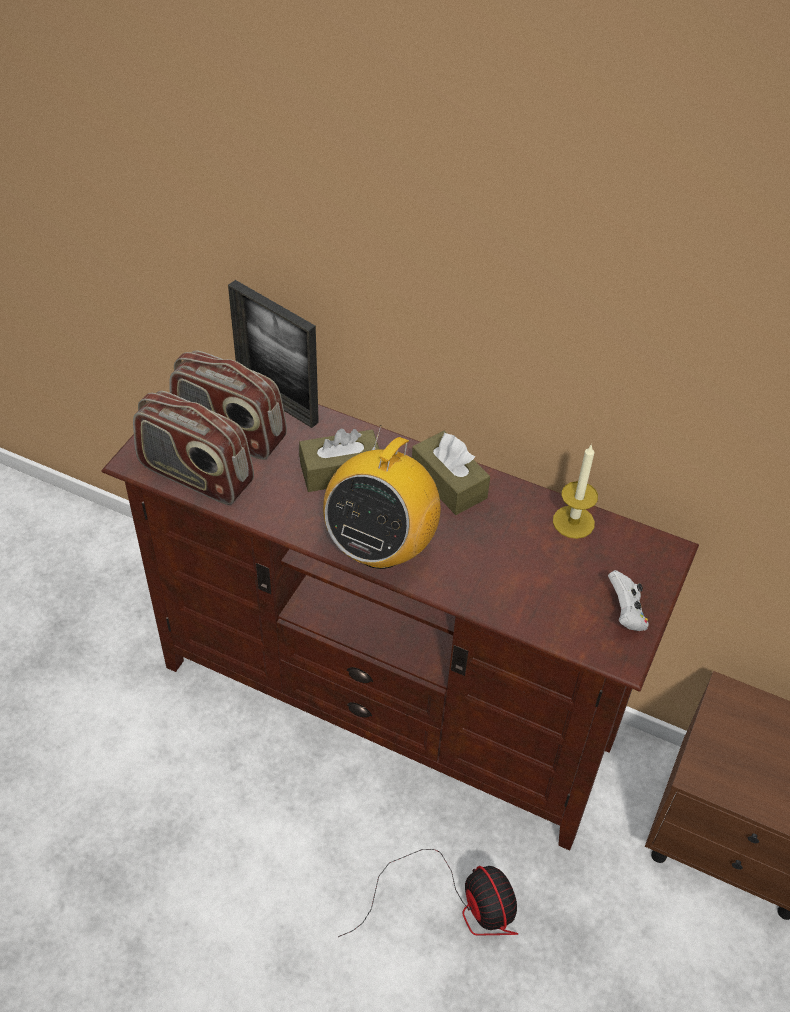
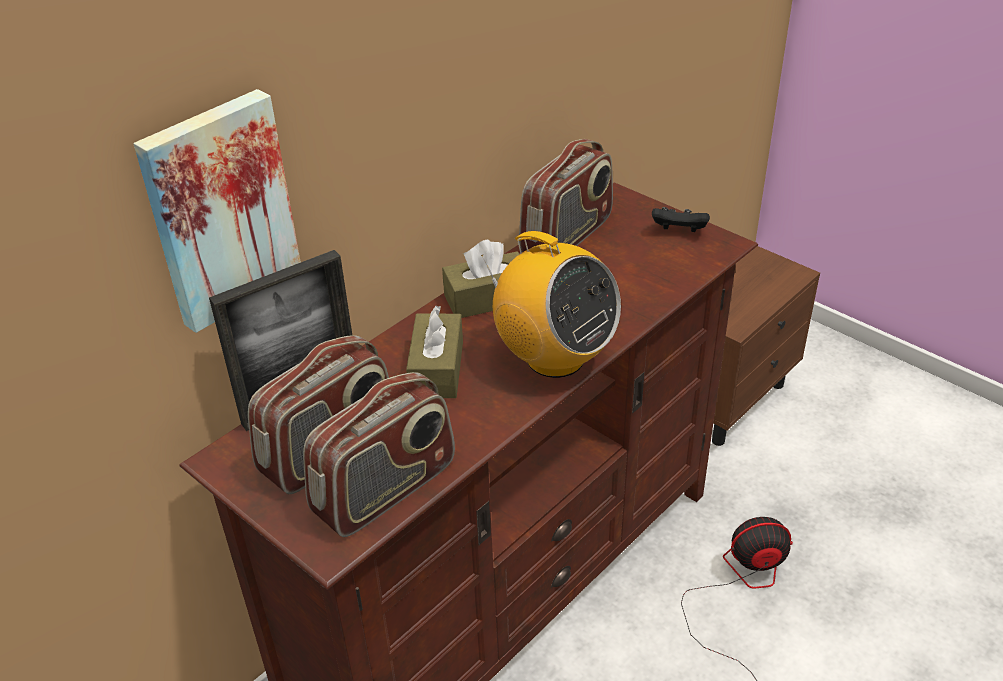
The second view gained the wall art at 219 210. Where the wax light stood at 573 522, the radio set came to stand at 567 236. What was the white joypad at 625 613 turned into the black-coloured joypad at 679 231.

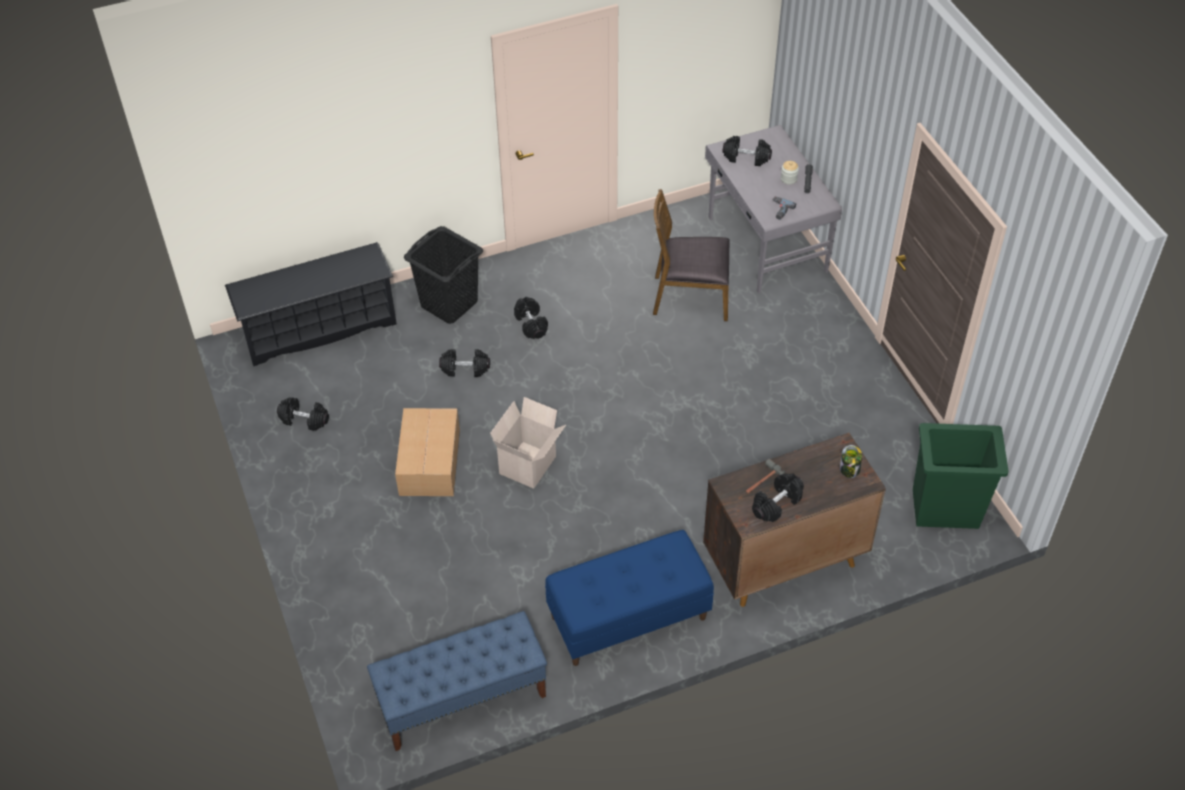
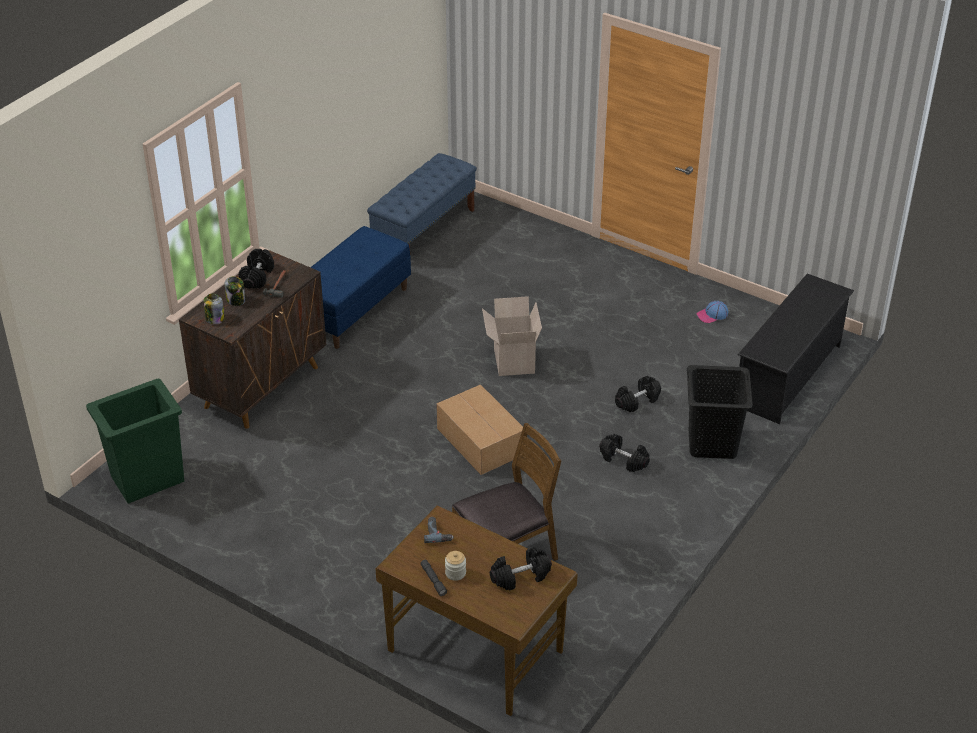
The second view gained the jar at 236 300. What was the greyish desk at 766 245 turned into the brown-coloured desk at 475 649. The packing box ended up elsewhere, having gone from 429 463 to 480 440. Where the black-coloured dumbbell stood at 304 419, the peaked cap came to stand at 712 315.

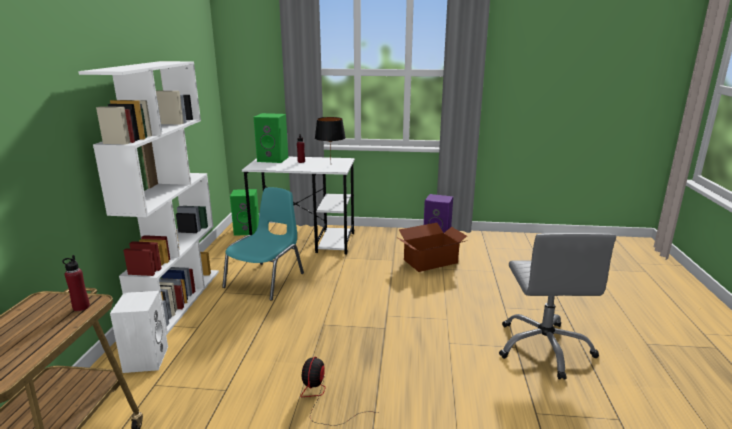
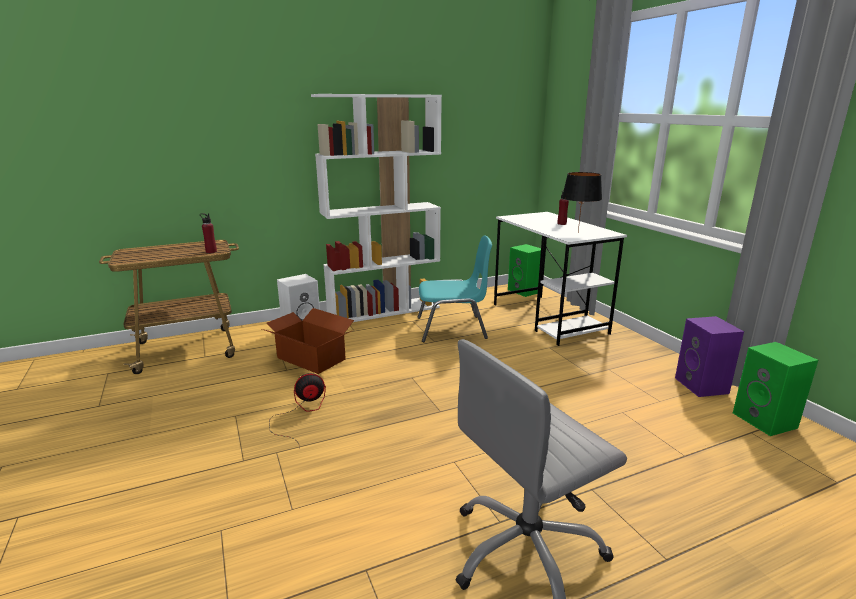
The packing box ended up elsewhere, having gone from 430 261 to 311 358. The green-coloured audio speaker ended up elsewhere, having gone from 273 159 to 766 421.

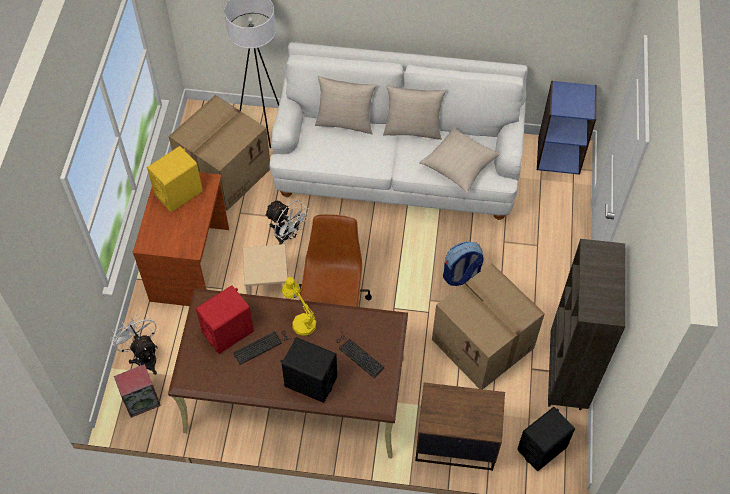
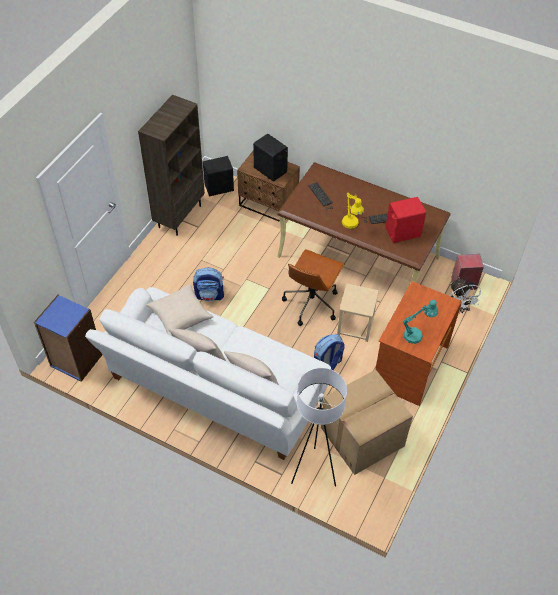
The black-coloured audio speaker ended up elsewhere, having gone from 310 382 to 270 170. Where the white electric fan stood at 287 236, the knapsack came to stand at 327 363. Where the yellow-coloured audio speaker stood at 179 193, the blue-green tabletop lamp came to stand at 416 334. The second view lost the packing box at 484 344.

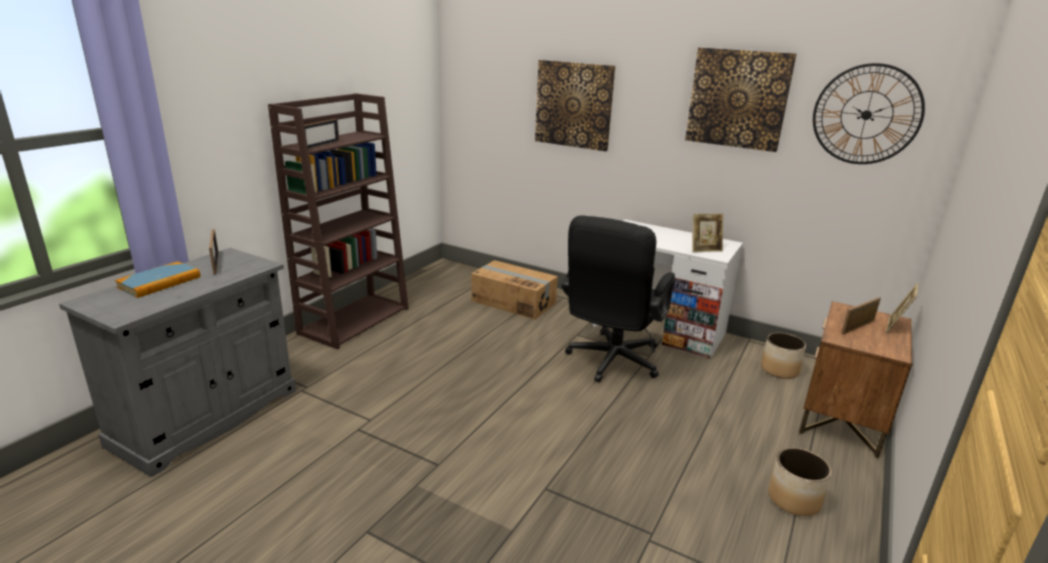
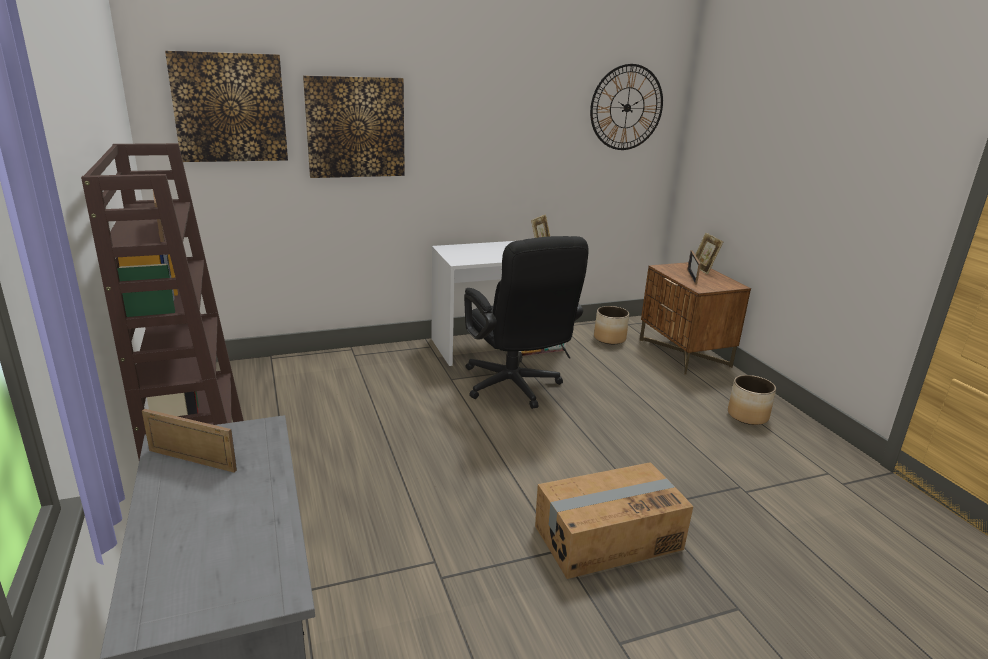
The wall art ended up elsewhere, having gone from 738 99 to 230 108. The packing box ended up elsewhere, having gone from 513 302 to 607 537. The second view lost the bound book at 159 282.

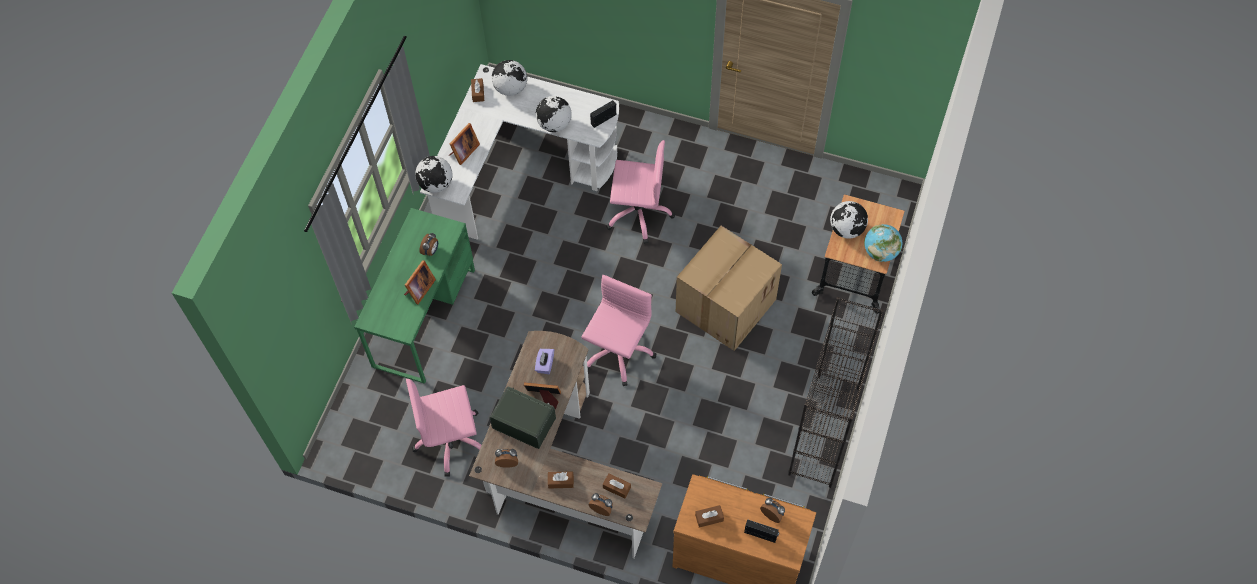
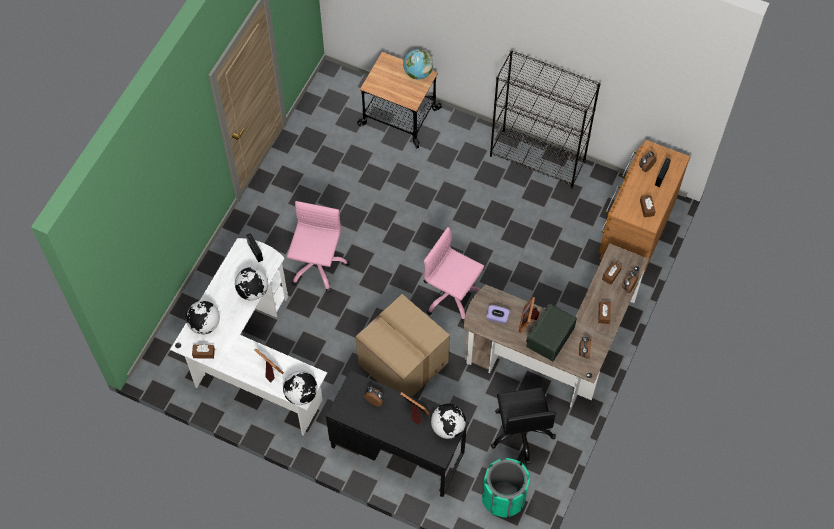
What was the green-coloured desk at 424 317 turned into the black-coloured desk at 397 449. The packing box ended up elsewhere, having gone from 725 304 to 401 363. The world globe ended up elsewhere, having gone from 846 229 to 448 427. The second view gained the green-coloured rubbish bin at 504 497. What was the pinkish desk chair at 451 440 turned into the black-coloured desk chair at 521 433.

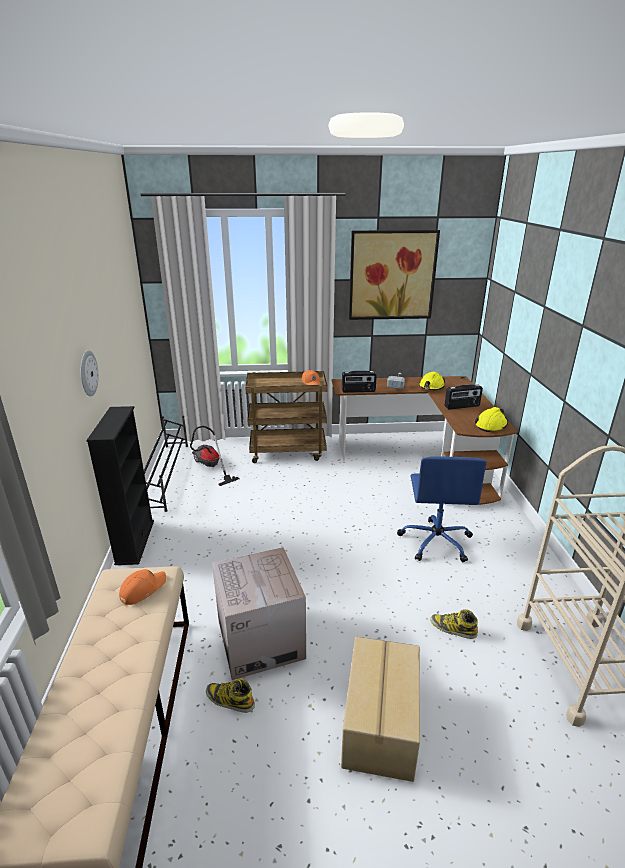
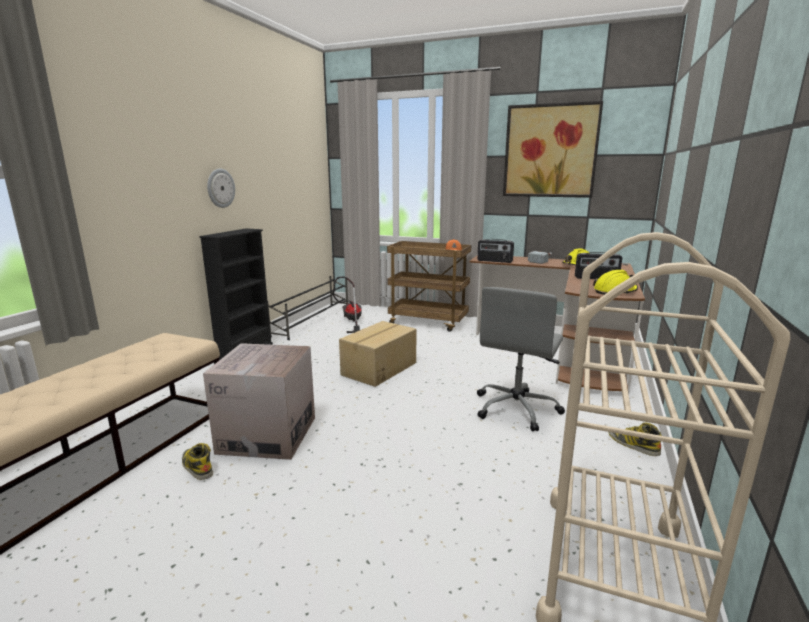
The packing box ended up elsewhere, having gone from 379 722 to 378 369. What was the bluish desk chair at 436 541 turned into the greyish desk chair at 516 408. The high-top boot ended up elsewhere, having gone from 453 628 to 633 444. The second view lost the orange peaked cap at 142 589.

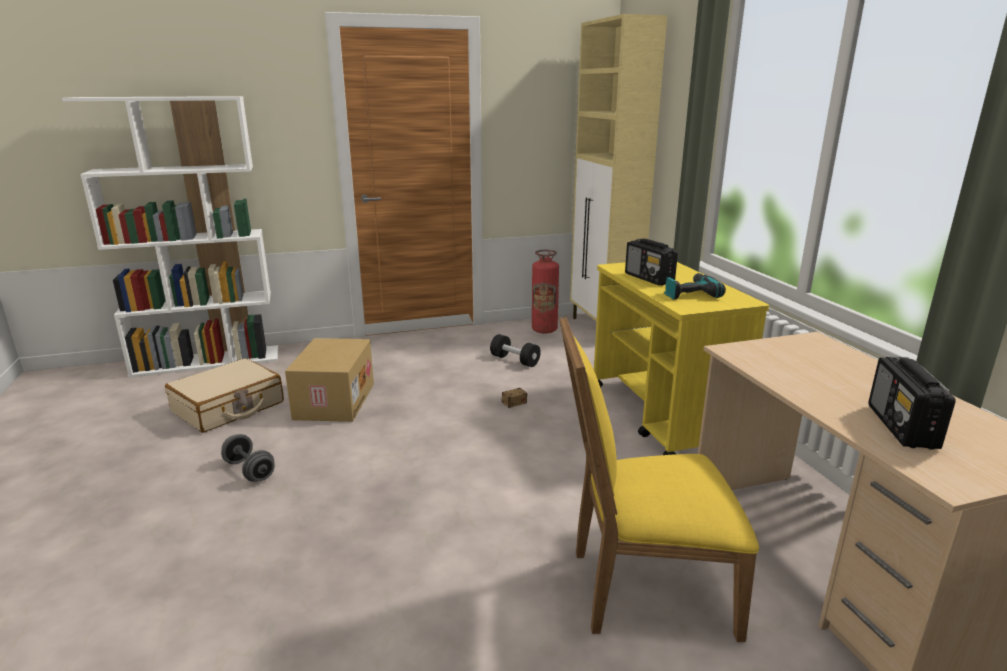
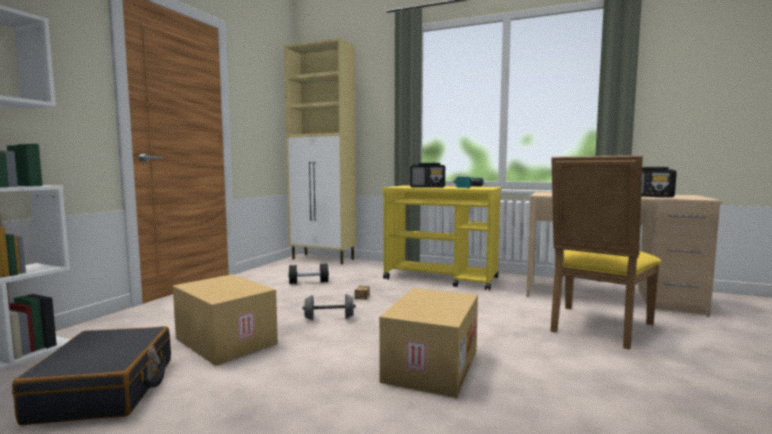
What was the beige-coloured piece of luggage at 228 407 turned into the black-coloured piece of luggage at 106 389. The greyish dumbbell ended up elsewhere, having gone from 249 470 to 329 318. The second view gained the packing box at 430 365. The second view lost the fire extinguisher at 544 330.

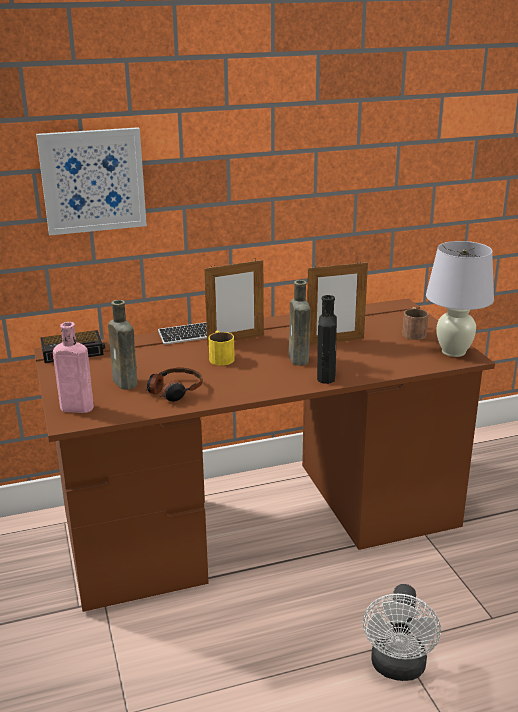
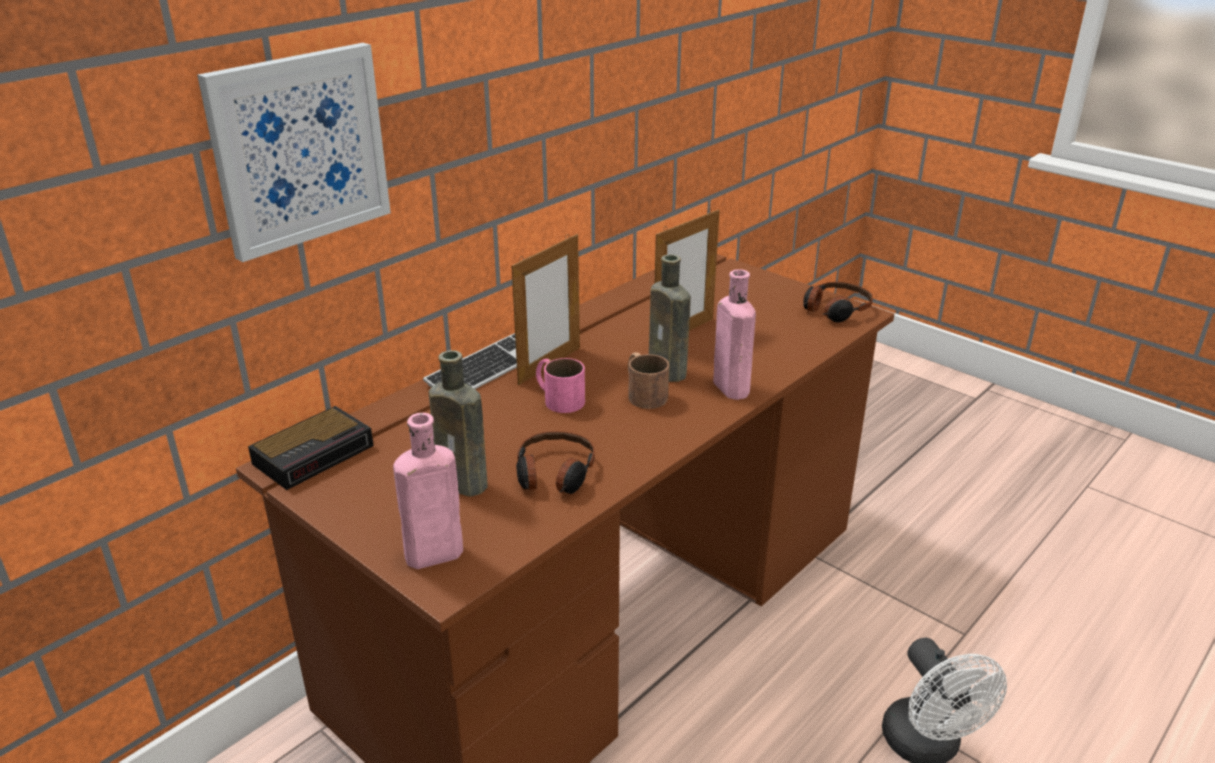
What was the yellow-coloured tea mug at 220 357 turned into the pinkish tea mug at 558 398. The brown-coloured tea mug ended up elsewhere, having gone from 413 332 to 643 393. What was the black-coloured beverage bottle at 326 375 turned into the pinkish beverage bottle at 729 386. Where the white tabletop lamp stood at 453 351, the headphones came to stand at 835 310.

